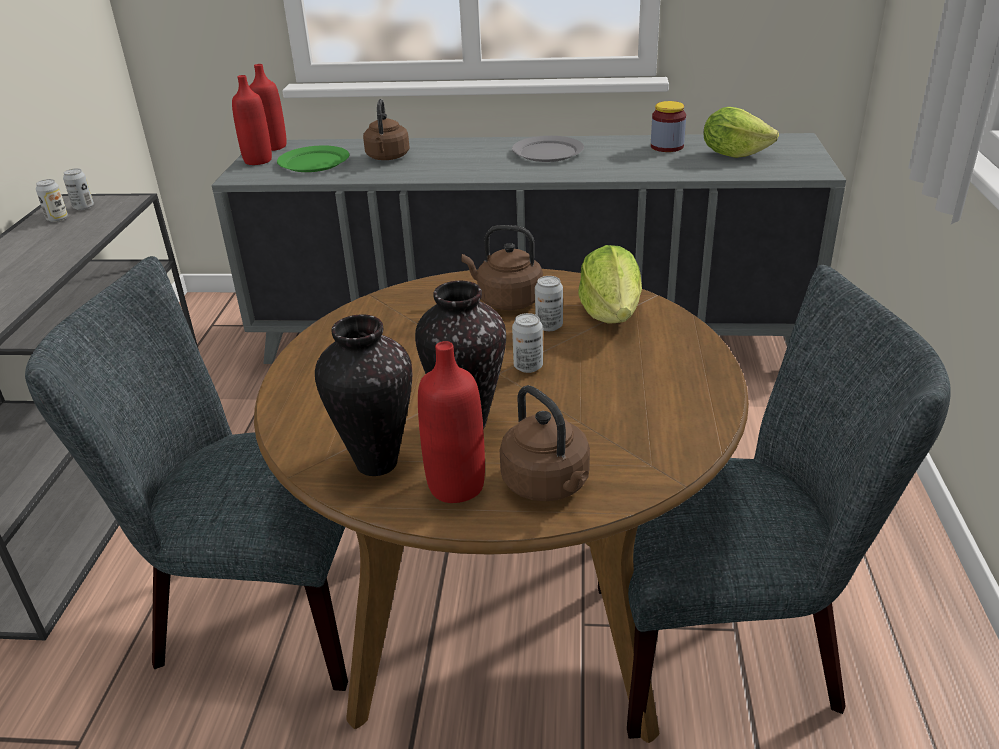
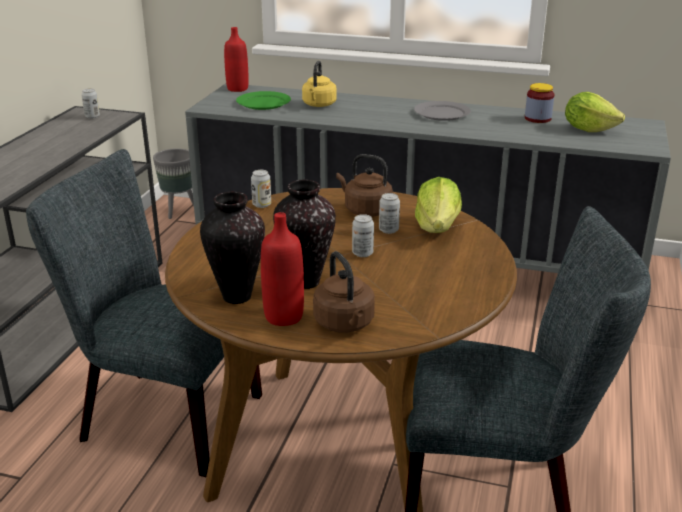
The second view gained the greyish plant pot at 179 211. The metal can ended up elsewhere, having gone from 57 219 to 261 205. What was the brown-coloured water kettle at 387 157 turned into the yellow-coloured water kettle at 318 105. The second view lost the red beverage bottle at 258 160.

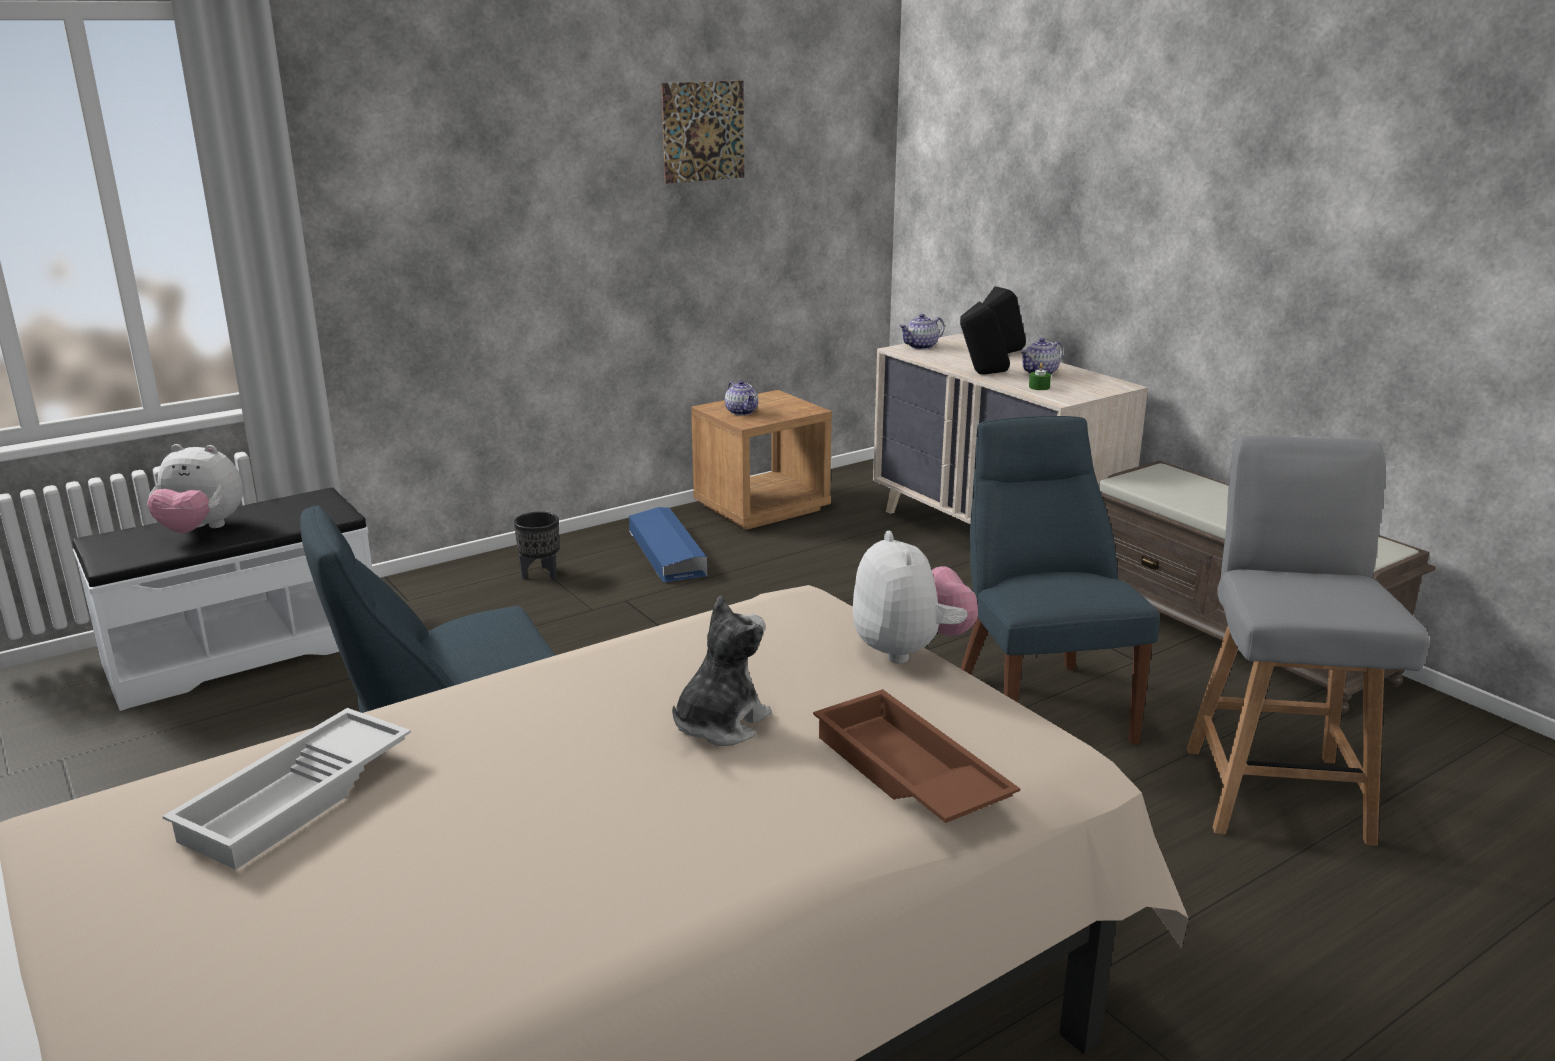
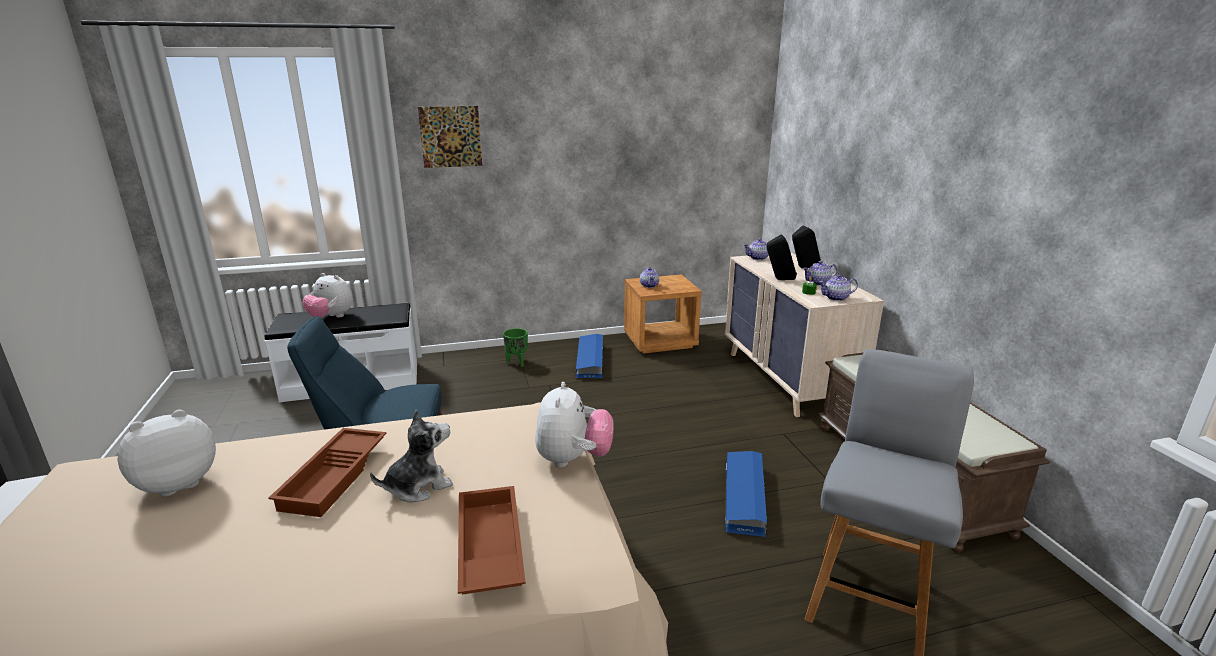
Where the white tray stood at 298 799, the plush toy came to stand at 177 483. The second view gained the brown-coloured tray at 335 477. The wall art ended up elsewhere, having gone from 703 131 to 450 137. What was the black-coloured plant pot at 540 575 turned into the green-coloured plant pot at 516 363. Where the bluish plain chair stood at 1039 703, the bluish storage bin came to stand at 744 497. The second view gained the tea pot at 836 298.

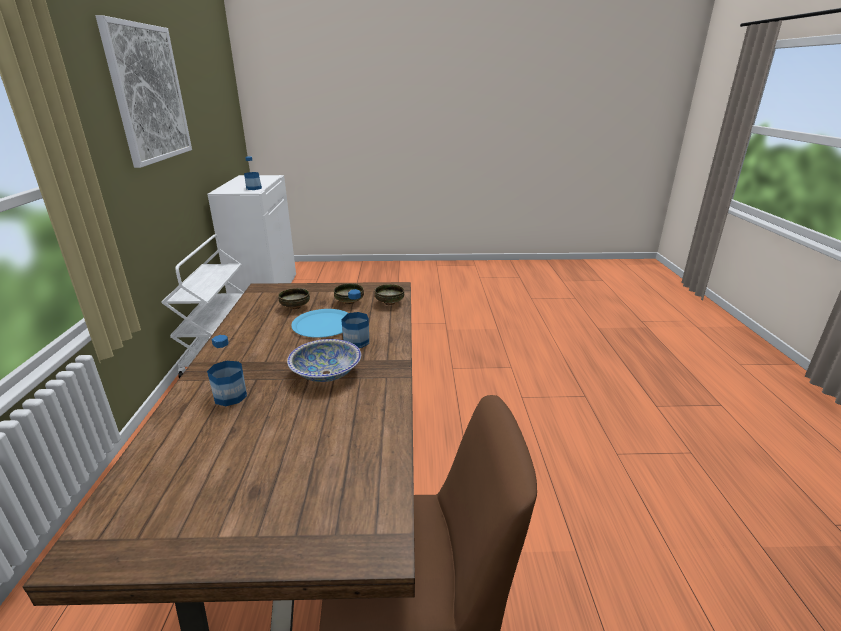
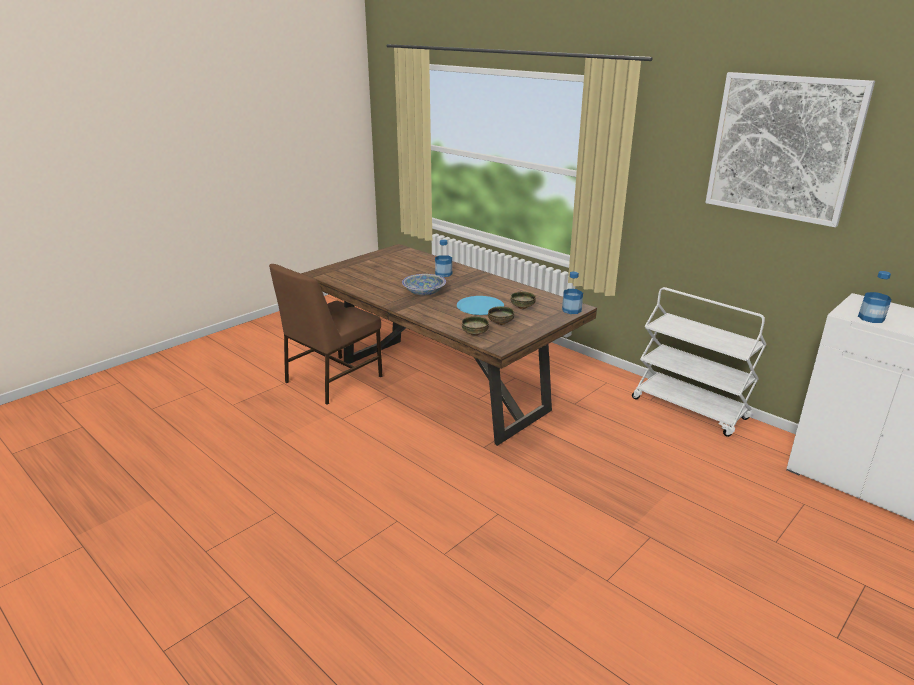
The beverage bottle ended up elsewhere, having gone from 356 341 to 571 310.

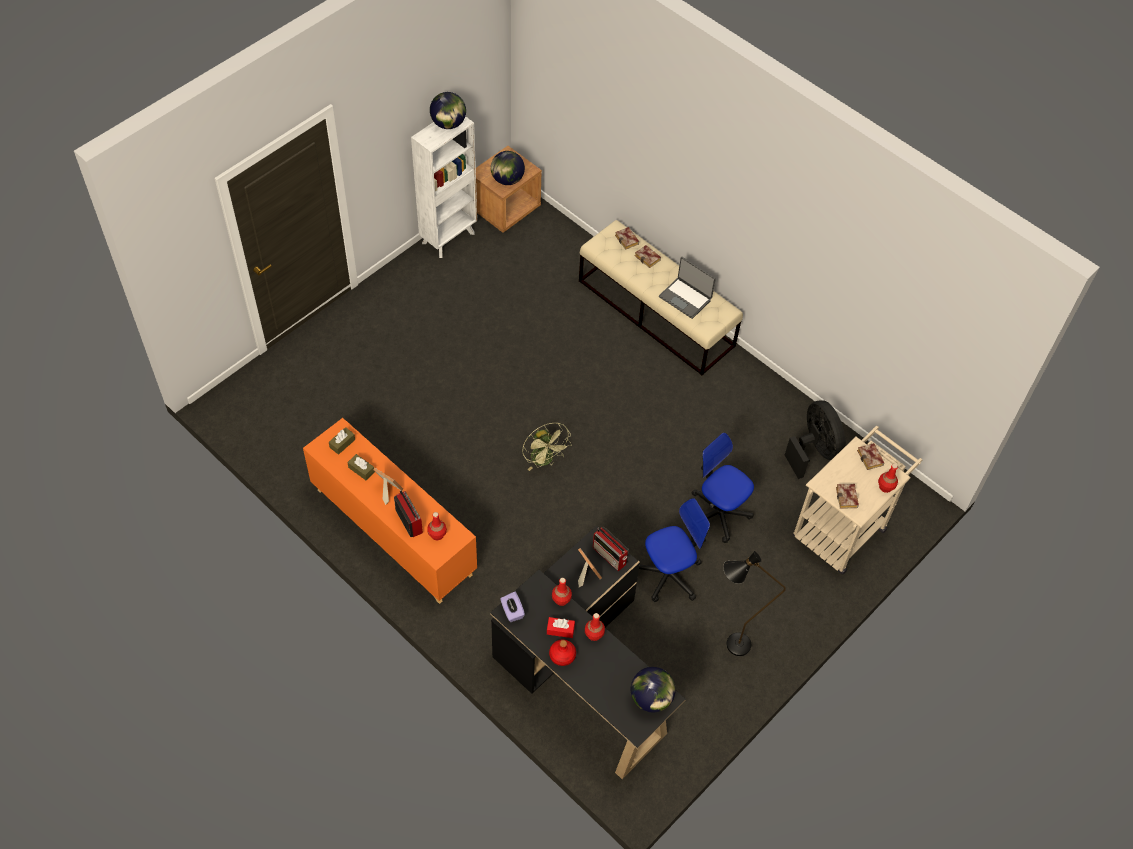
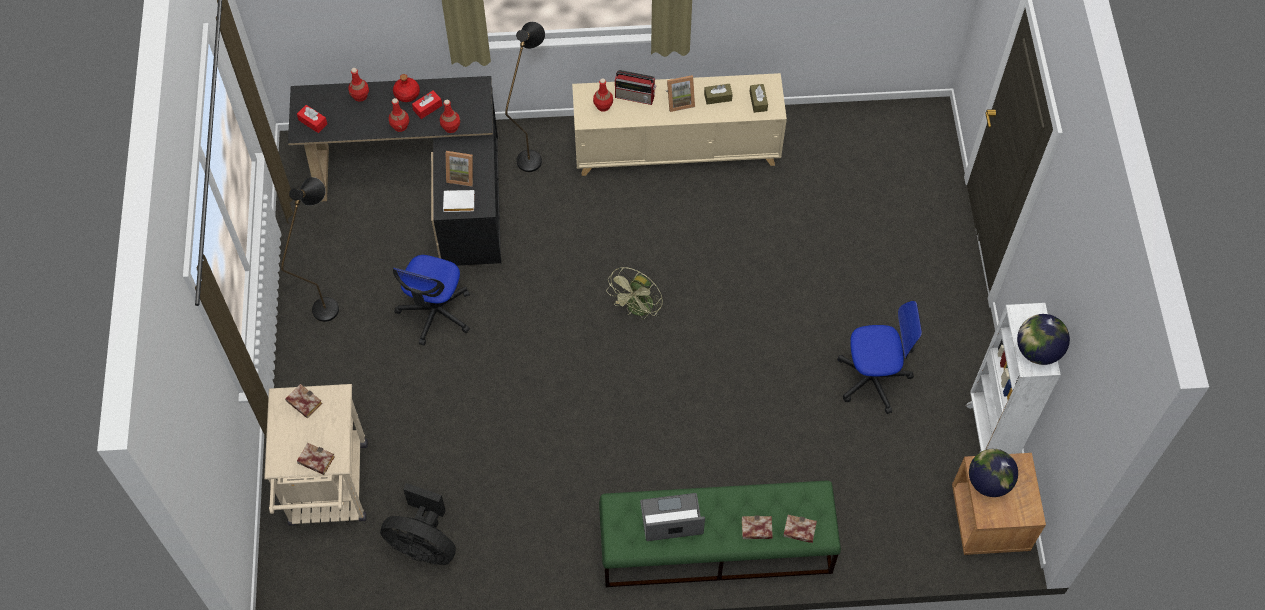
Where the world globe stood at 651 698, the red tissue holder came to stand at 313 122. The red beverage bottle ended up elsewhere, having gone from 885 486 to 360 96. Where the radio set stood at 610 556, the white bound book came to stand at 458 203. The second view gained the black-coloured floor lamp at 533 154. What was the orange storage cabinet at 393 531 turned into the beige-coloured storage cabinet at 677 150. What was the beige-coloured long seat at 656 313 turned into the green-coloured long seat at 715 547. The green-coloured electric fan at 545 460 ended up facing another way, 75 degrees counterclockwise from before. The desk chair ended up elsewhere, having gone from 718 513 to 873 378. The second view lost the purple-coloured tissue holder at 512 611.

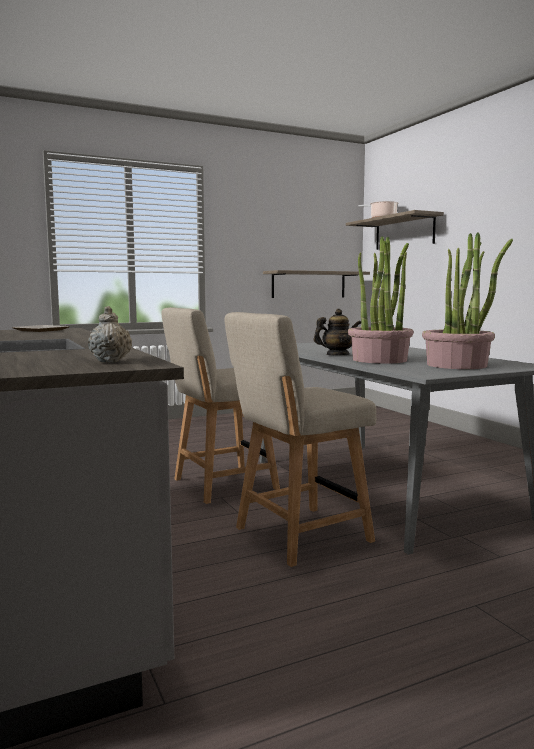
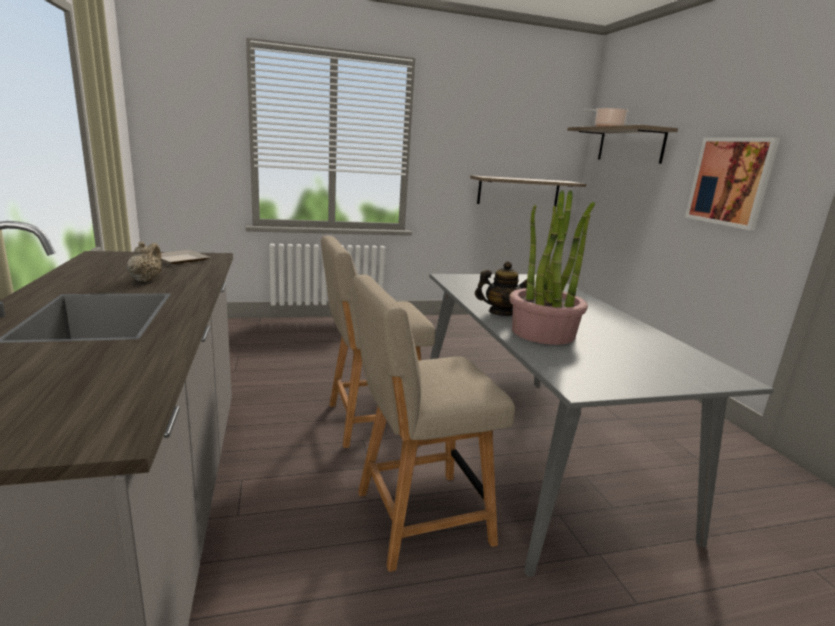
The beige-coloured tea pot ended up elsewhere, having gone from 111 361 to 146 279. The second view gained the wall art at 730 181. The second view lost the potted plant at 457 365.

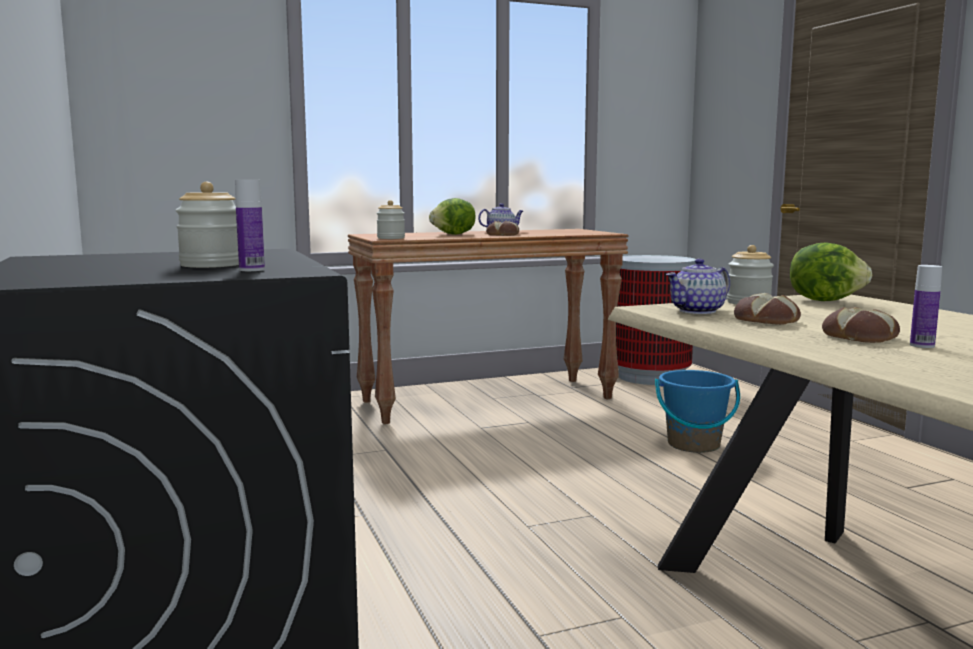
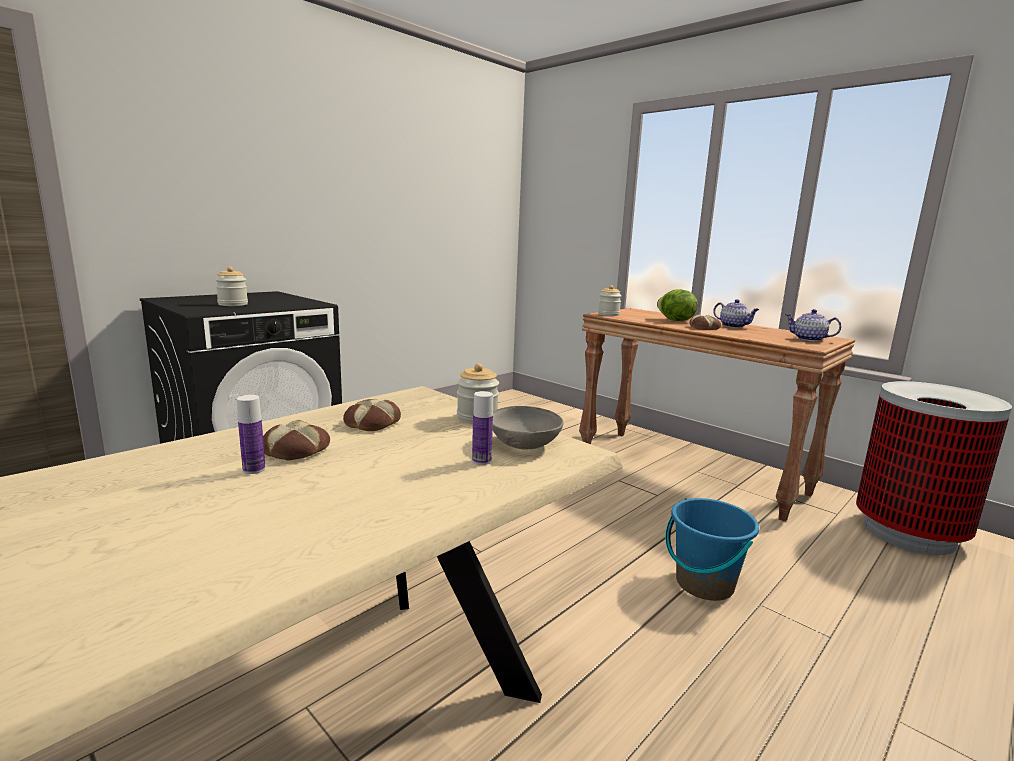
The beverage bottle ended up elsewhere, having gone from 252 270 to 481 461. Where the lettuce stood at 825 301, the greyish serving bowl came to stand at 525 444. The tea pot ended up elsewhere, having gone from 698 311 to 809 339.

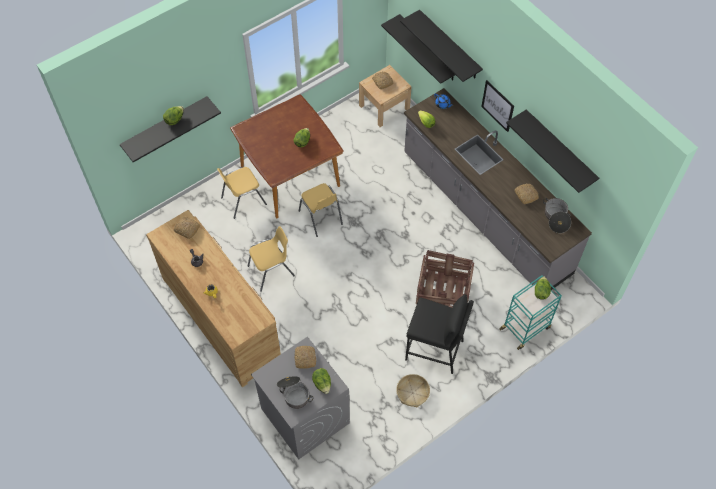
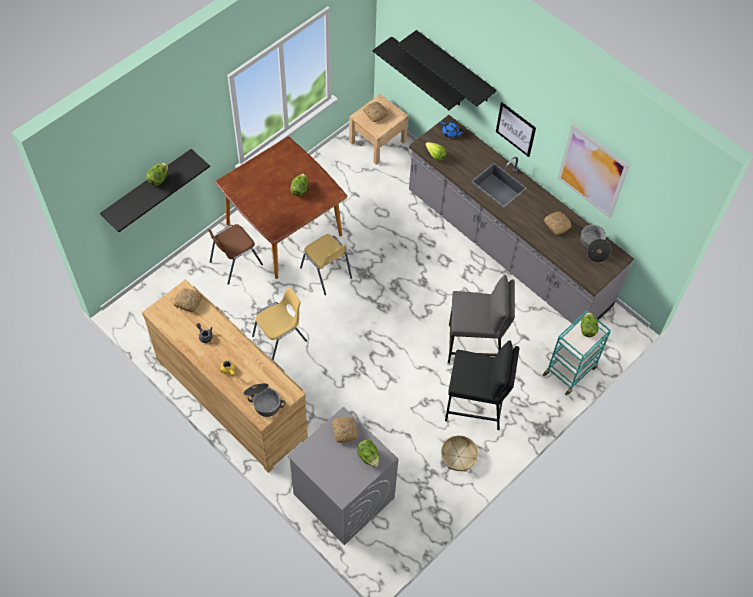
What was the yellow-coloured plain chair at 243 200 turned into the brown-coloured plain chair at 235 263. The saucepot ended up elsewhere, having gone from 294 393 to 263 401. Where the crate stood at 442 296, the greyish stool seat came to stand at 475 345. Where the black-coloured shelf hung at 560 149, the wall art came to hang at 592 171.

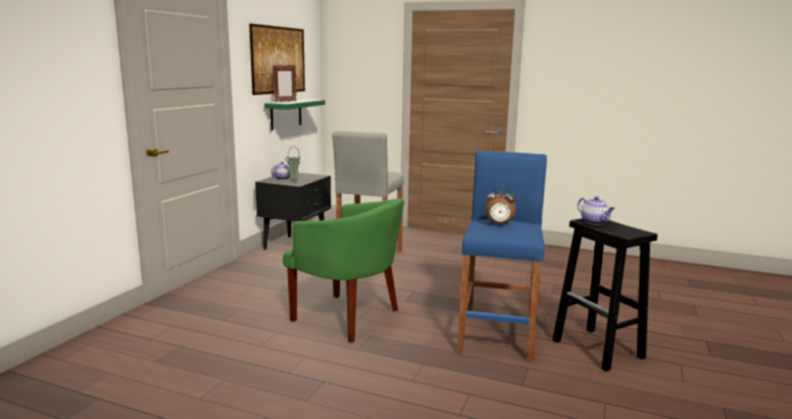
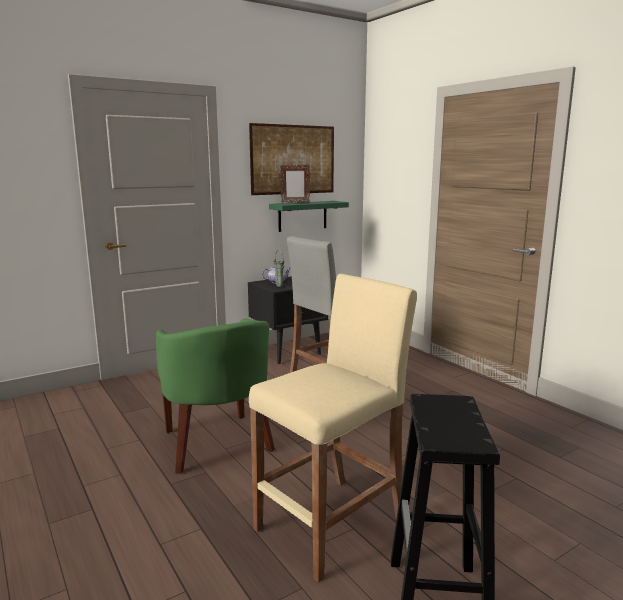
What was the bluish stool seat at 497 335 turned into the beige-coloured stool seat at 331 524. The second view lost the alarm clock at 499 225. The second view lost the tea pot at 594 222.

